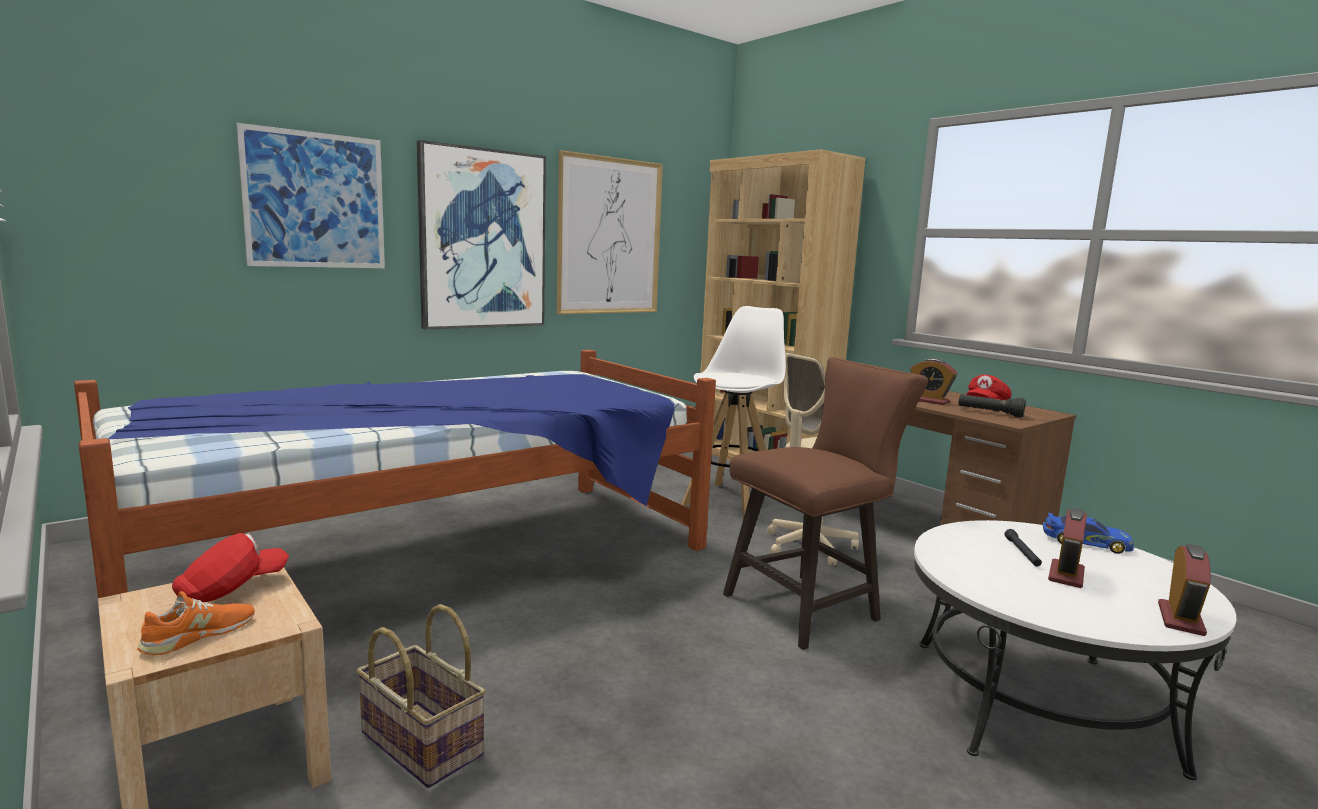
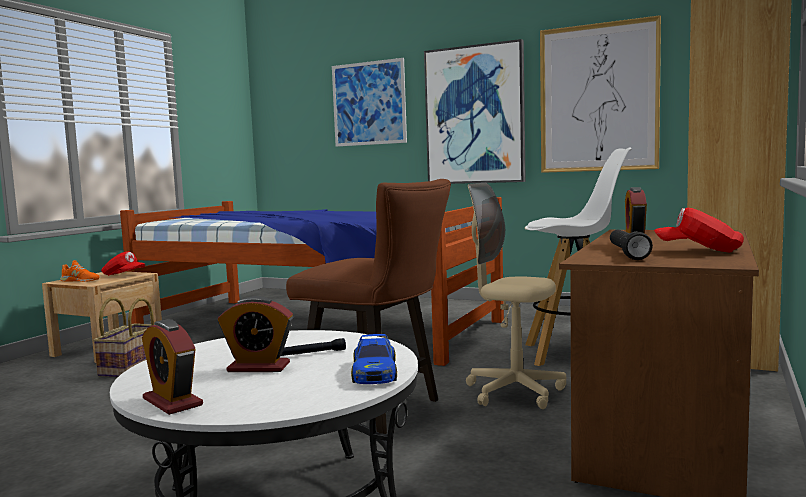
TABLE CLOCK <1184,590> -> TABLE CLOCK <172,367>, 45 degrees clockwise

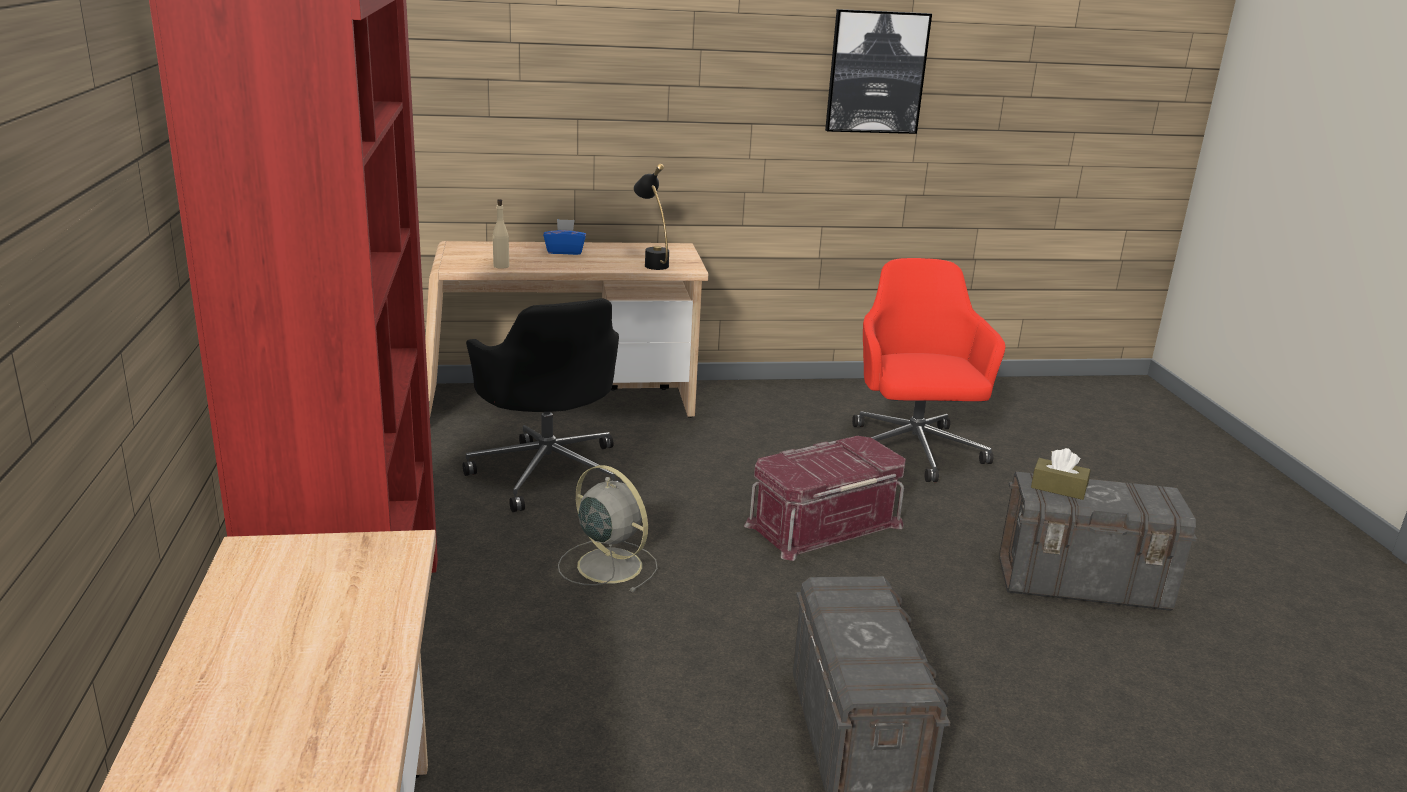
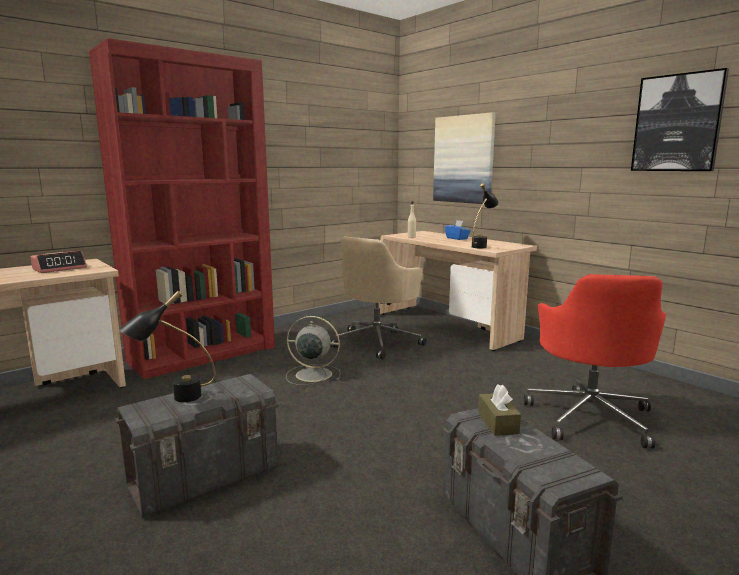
BLACKISH DESK CHAIR <543,405> -> SAND-COLOURED DESK CHAIR <378,298>
GREYISH FAN <608,528> -> GREYISH FAN <313,350>, 90 degrees counterclockwise
RED-COLOURED STORAGE CONTAINER <825,498> -> none
RED-COLOURED DESK CHAIR <929,370> -> RED-COLOURED DESK CHAIR <595,361>, 135 degrees clockwise
none -> TABLE CLOCK <59,262>
none -> BLACKISH LAMP FOR A TABLE <167,346>
none -> WALL ART <464,158>

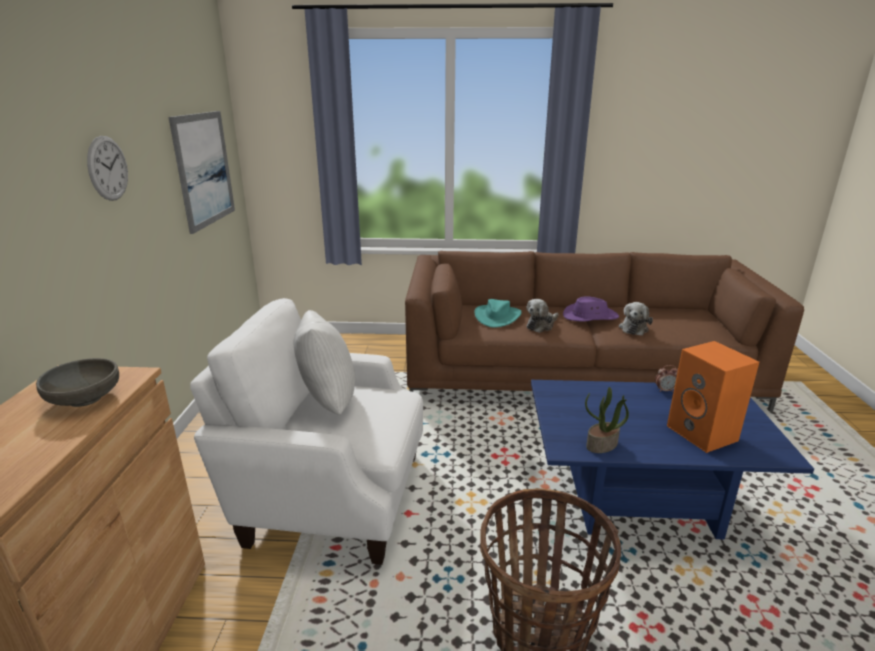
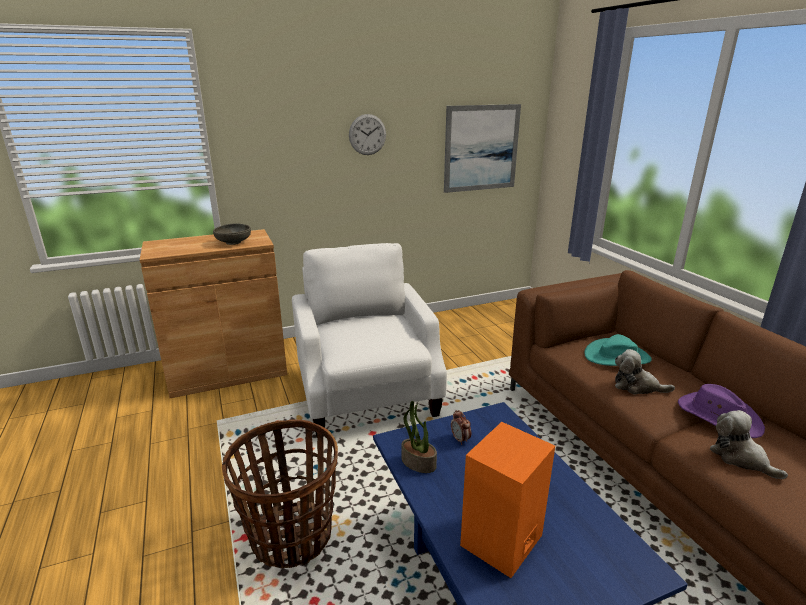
WHITISH CUSHION <324,362> -> none
PLUSH TOY <636,319> -> PLUSH TOY <749,445>, 60 degrees clockwise
TABLE CLOCK <666,378> -> TABLE CLOCK <461,427>, relocated

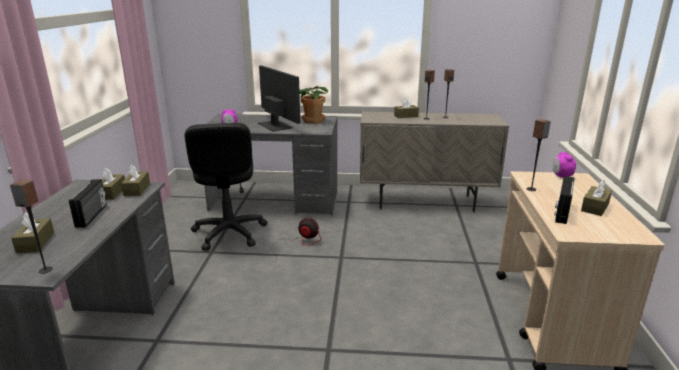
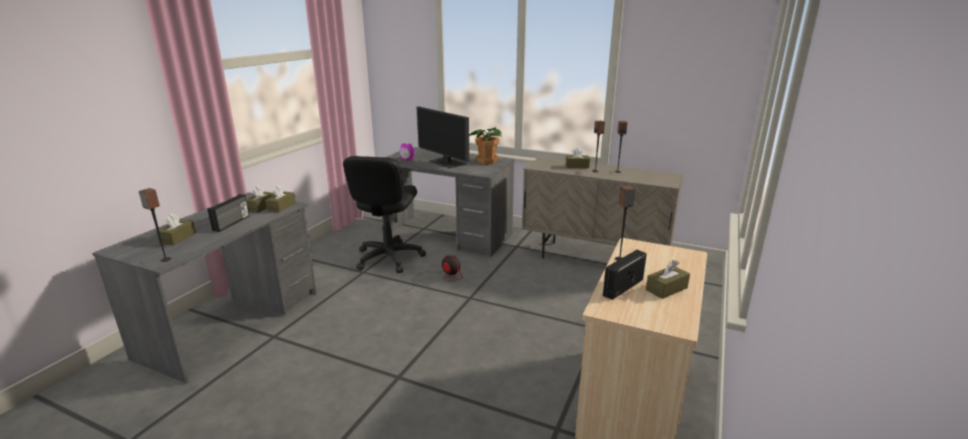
COMPUTER DISPLAY <279,98> -> COMPUTER DISPLAY <443,137>, 150 degrees clockwise
TABLE CLOCK <564,165> -> none

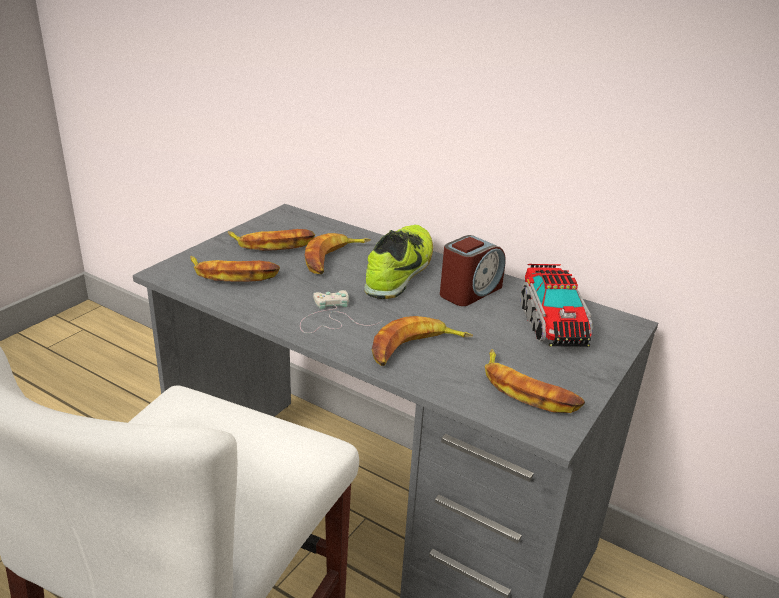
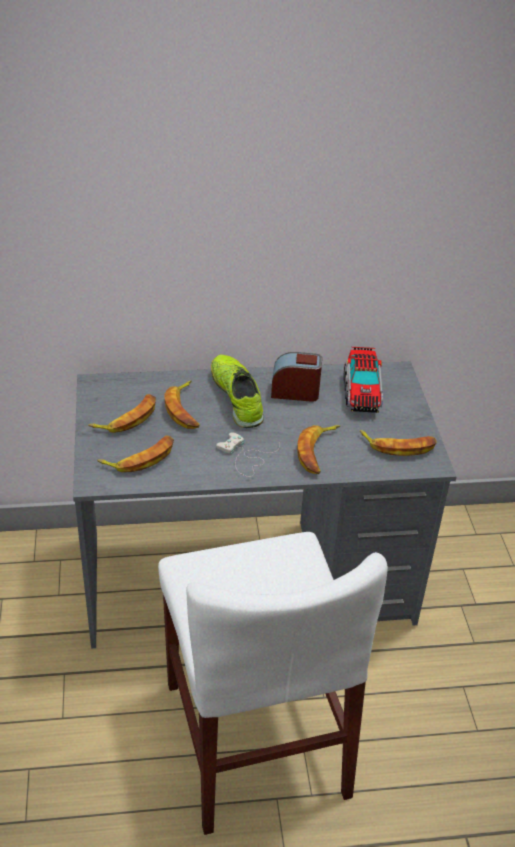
TABLE CLOCK <473,270> -> TABLE CLOCK <296,377>, 90 degrees counterclockwise
MODEL TRUCK <556,305> -> MODEL TRUCK <363,380>, 45 degrees clockwise

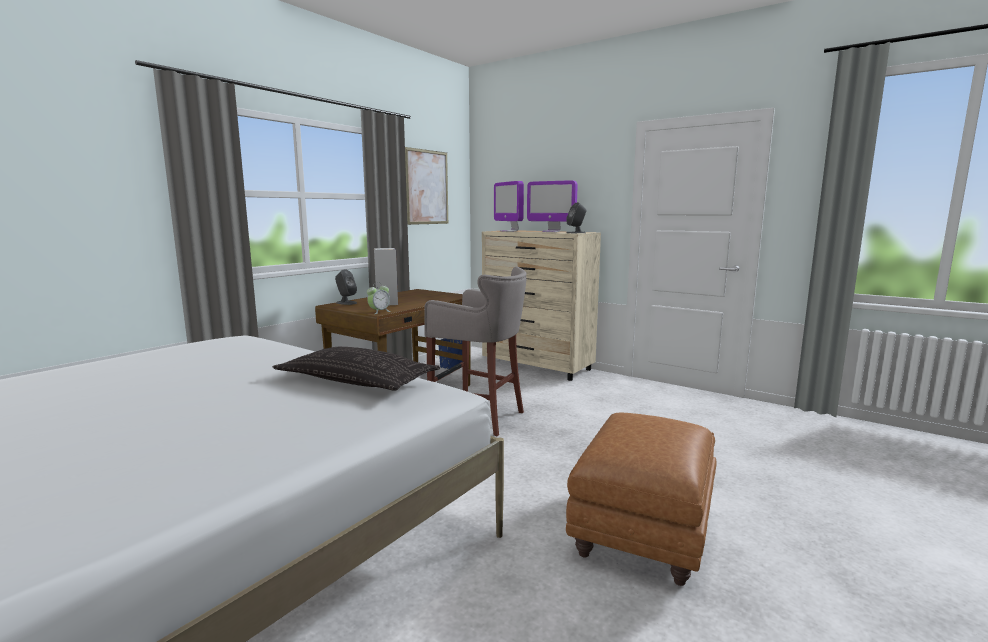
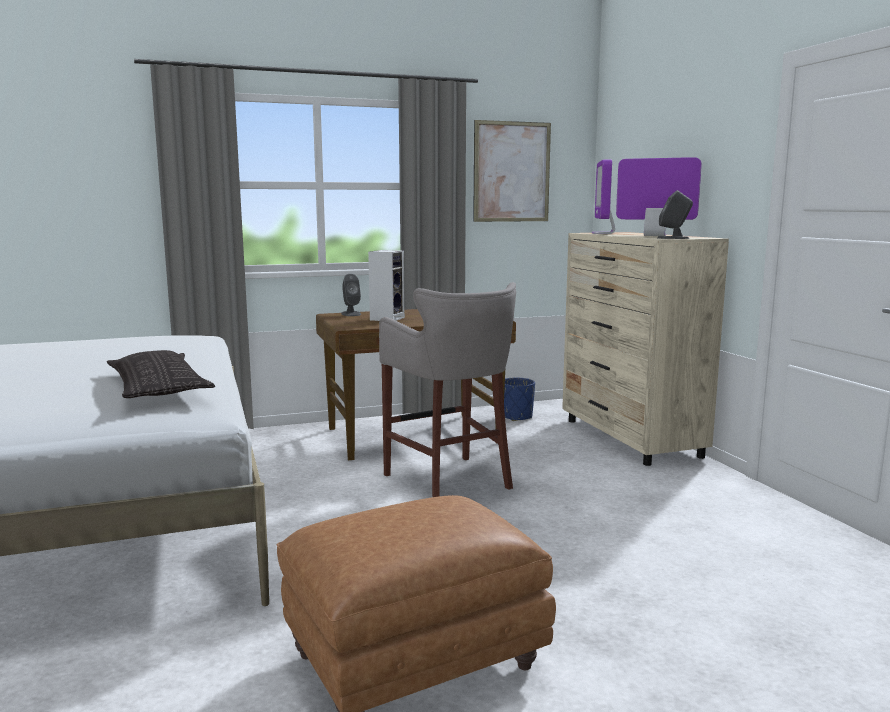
TABLE CLOCK <379,298> -> none
COMPUTER DISPLAY <552,206> -> COMPUTER DISPLAY <659,196>, 135 degrees clockwise

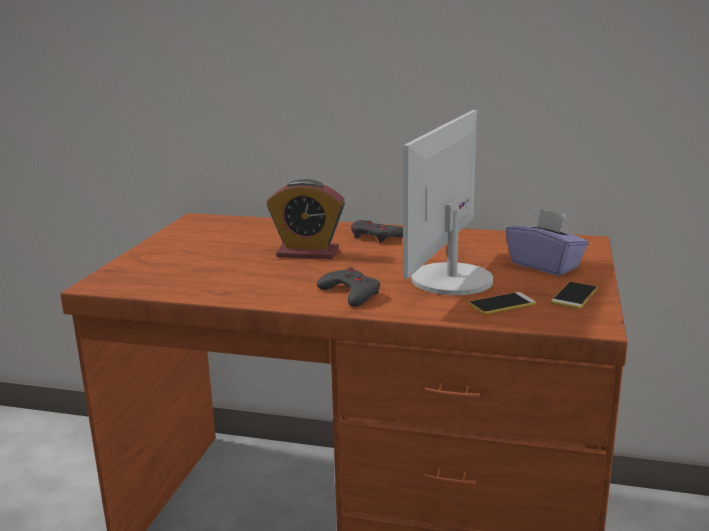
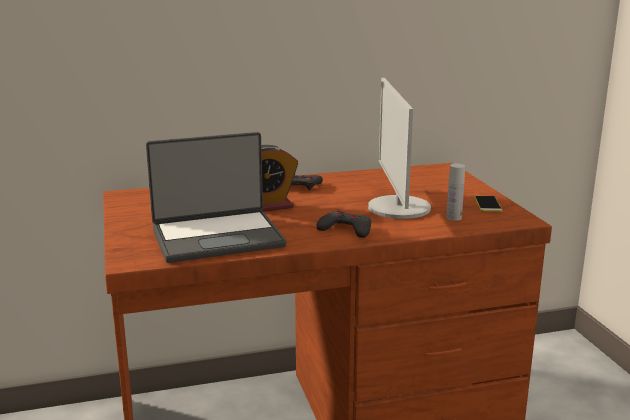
TELEPHONE <502,303> -> WHITISH BEVERAGE BOTTLE <455,192>
PURPLISH TISSUE HOLDER <547,242> -> none
none -> PORTABLE COMPUTER <216,197>

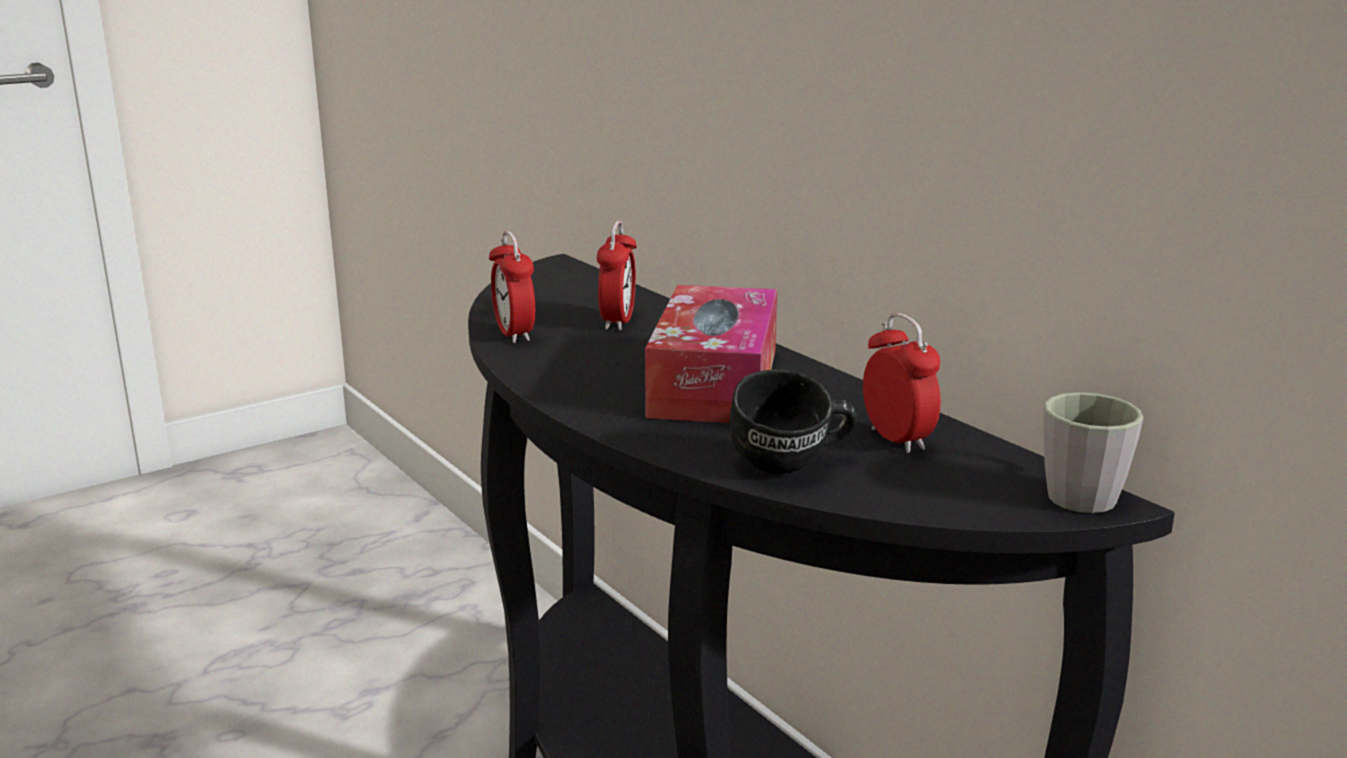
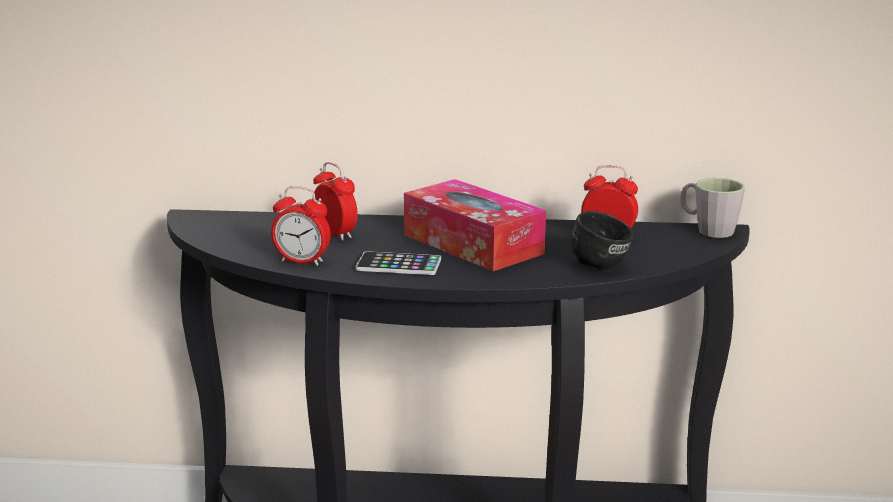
none -> TELEPHONE <398,263>

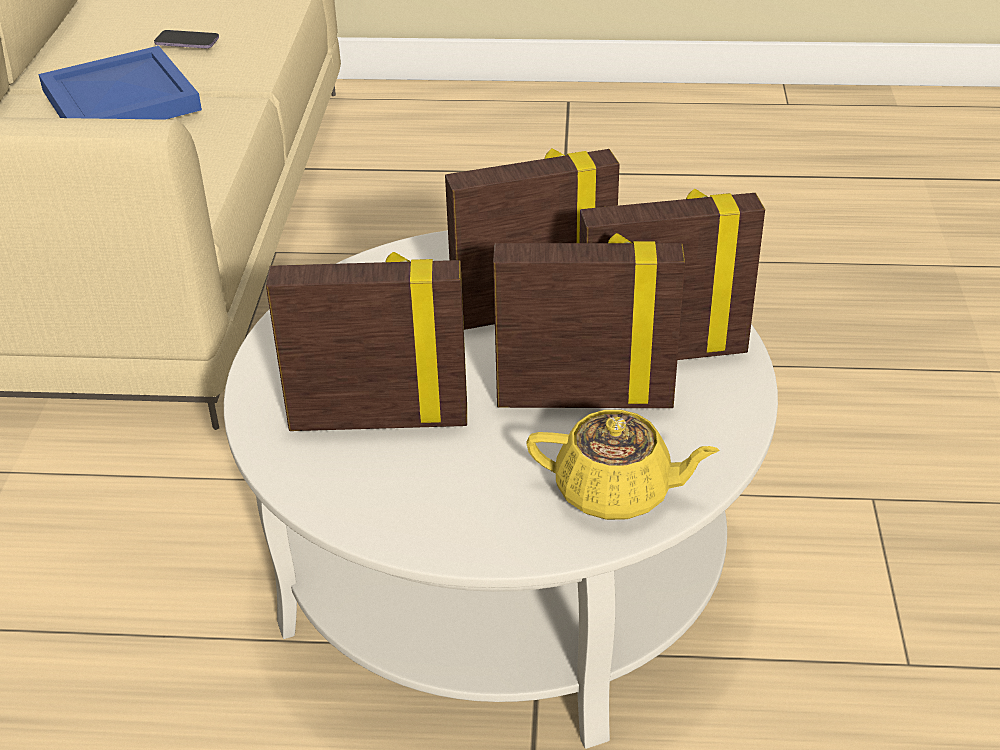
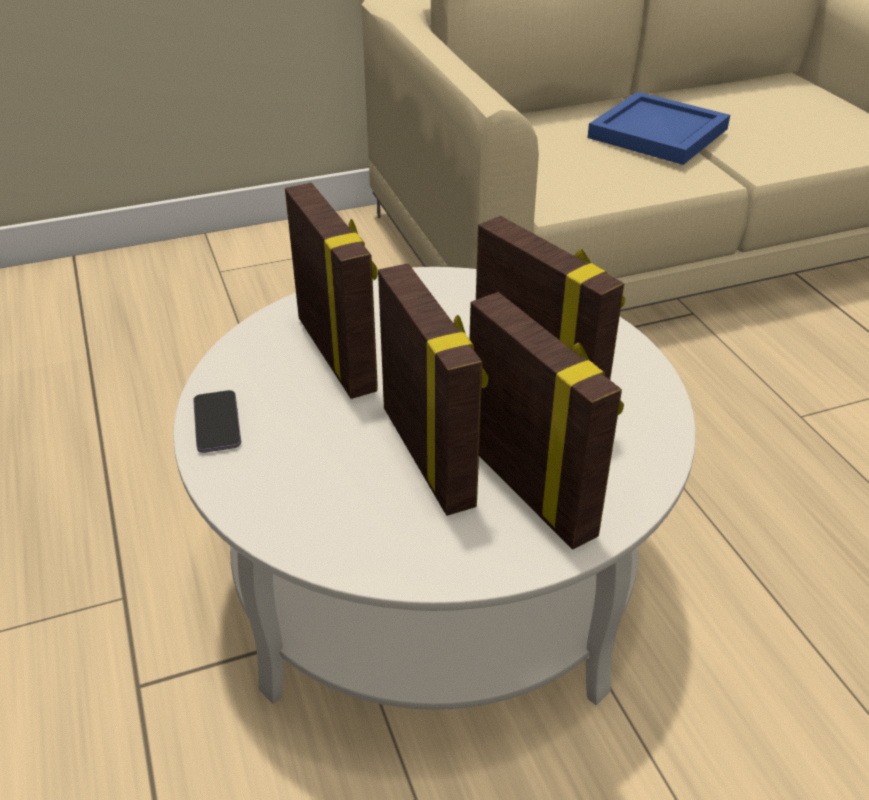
TELEPHONE <186,39> -> TELEPHONE <217,421>, relocated
YELLOW-COLOURED TEAPOT <622,465> -> none

